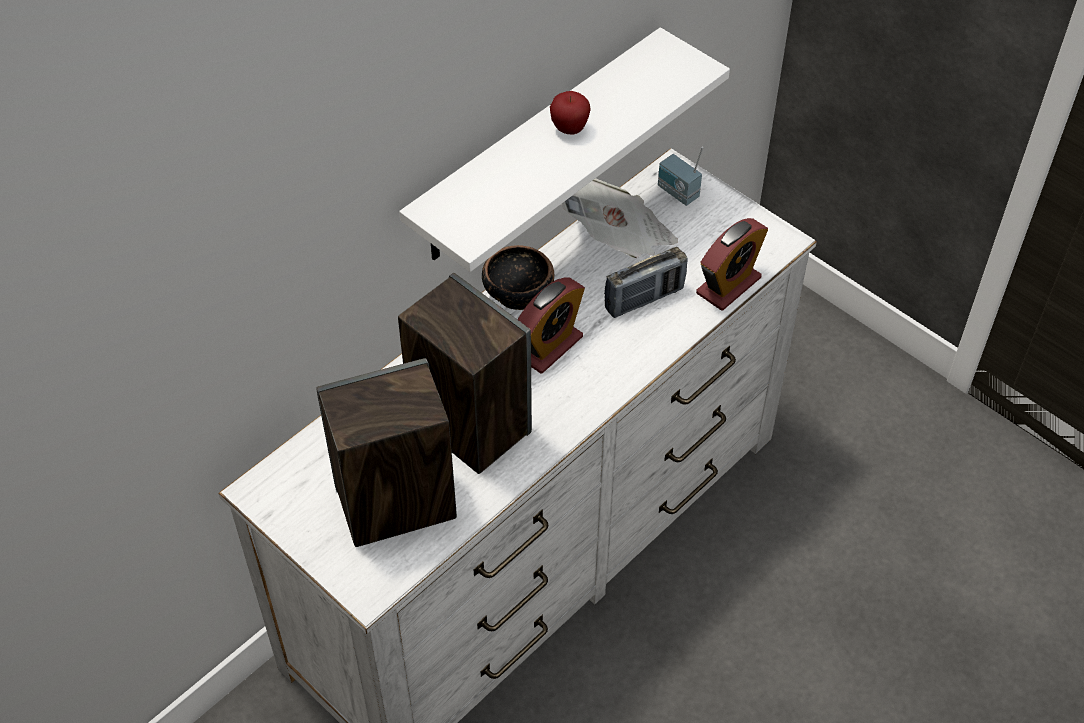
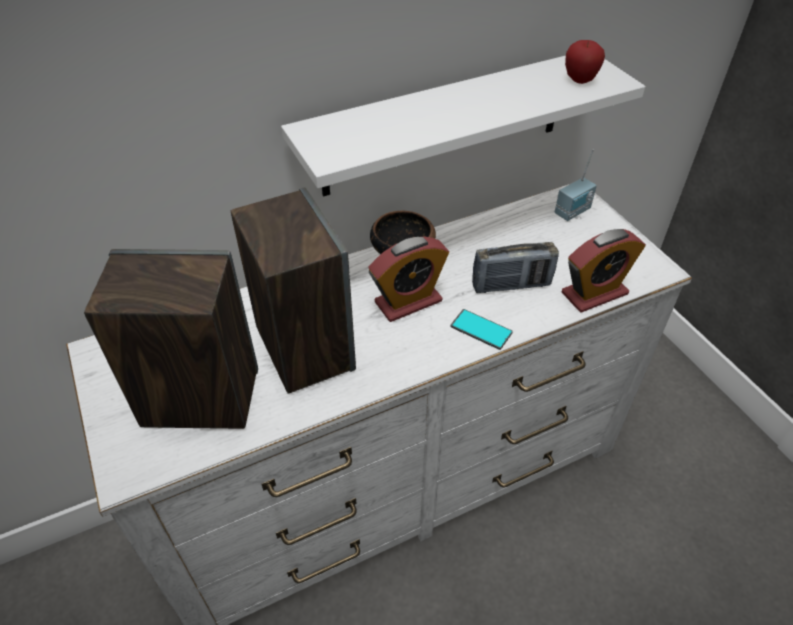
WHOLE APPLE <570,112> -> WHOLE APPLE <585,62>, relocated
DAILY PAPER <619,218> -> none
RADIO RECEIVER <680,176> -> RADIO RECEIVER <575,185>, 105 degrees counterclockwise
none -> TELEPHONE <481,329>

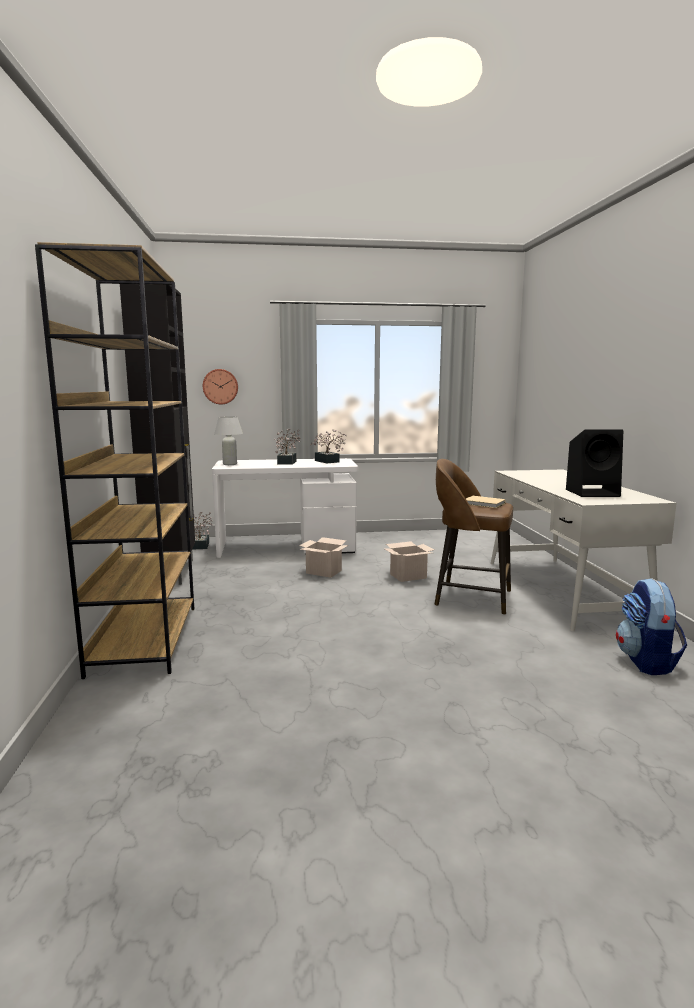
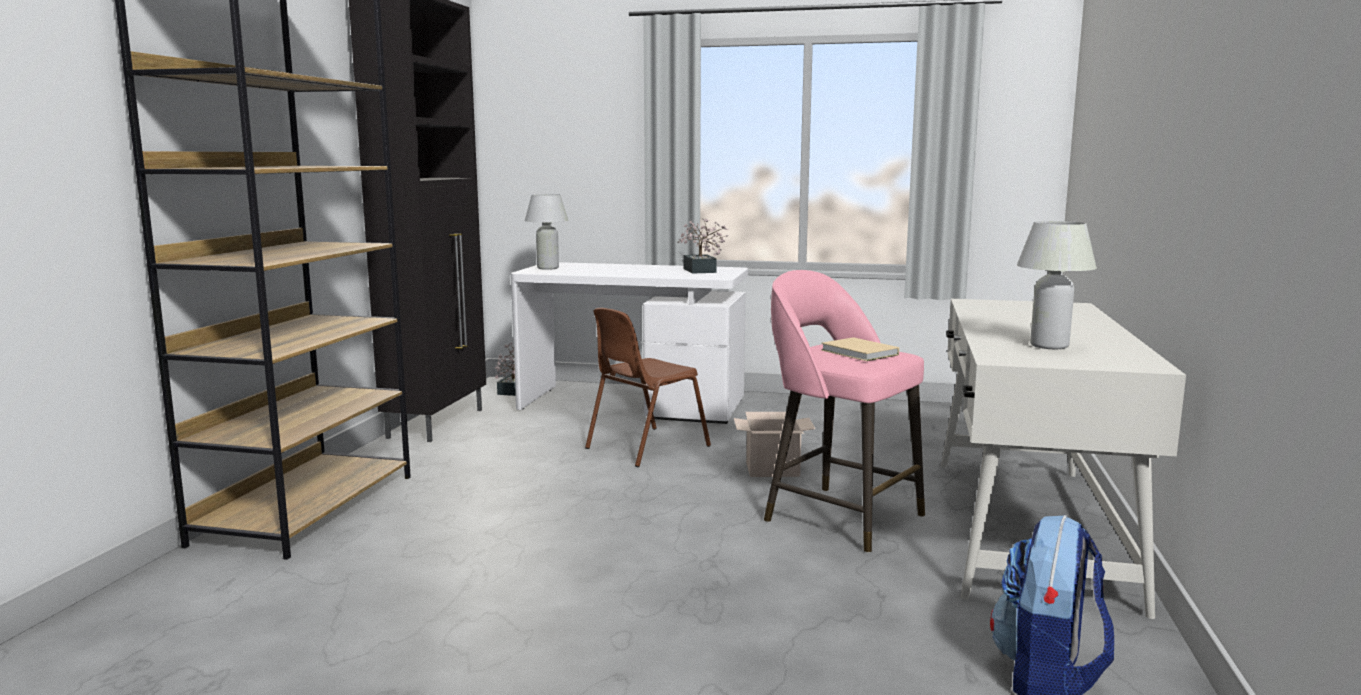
WALL CLOCK <220,386> -> none
PLANT IN A POT <287,446> -> none
CARDBOARD BOX <324,557> -> BROWNISH PLAIN CHAIR <648,387>
BROWNISH STOOL SEAT <473,537> -> PINK-COLOURED STOOL SEAT <844,411>
BLACKISH SPEAKER <594,463> -> WHITISH LAMP FOR A TABLE <1057,285>

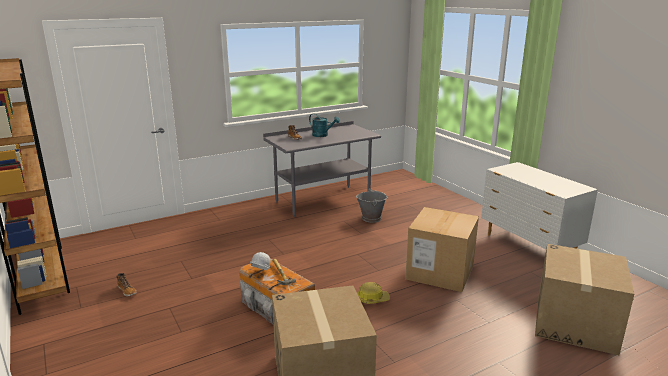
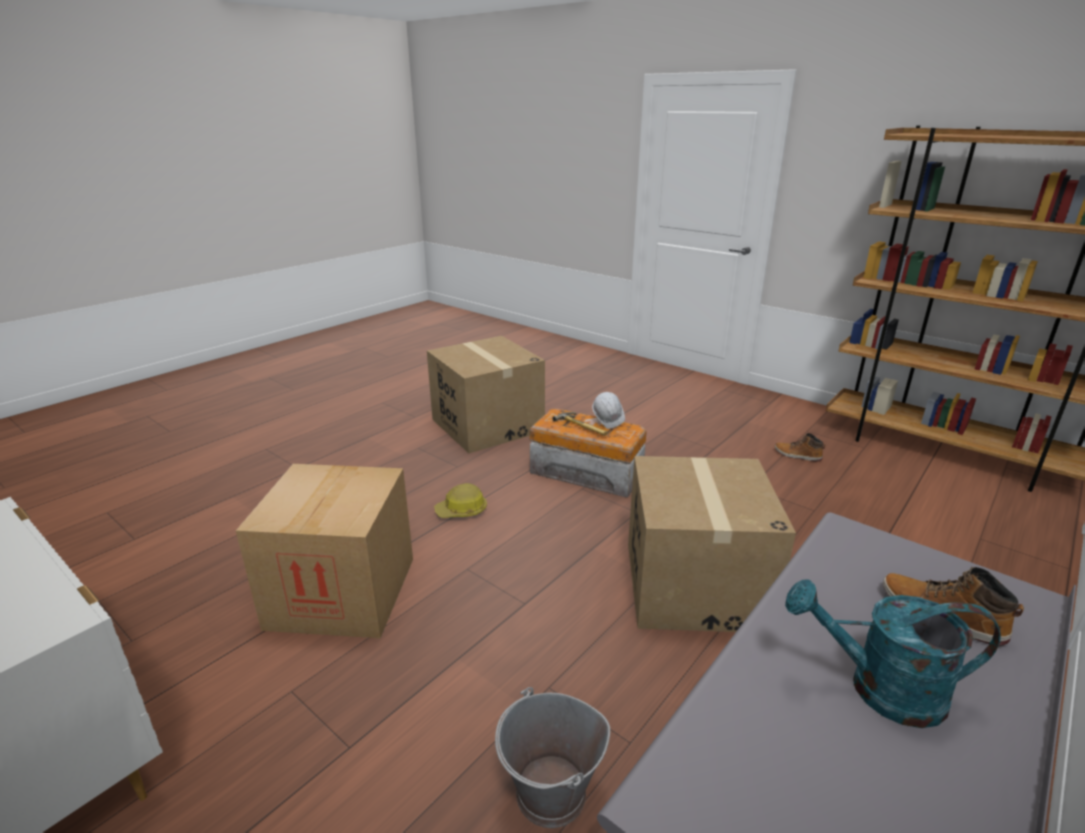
CARDBOARD BOX <584,299> -> CARDBOARD BOX <712,544>, relocated

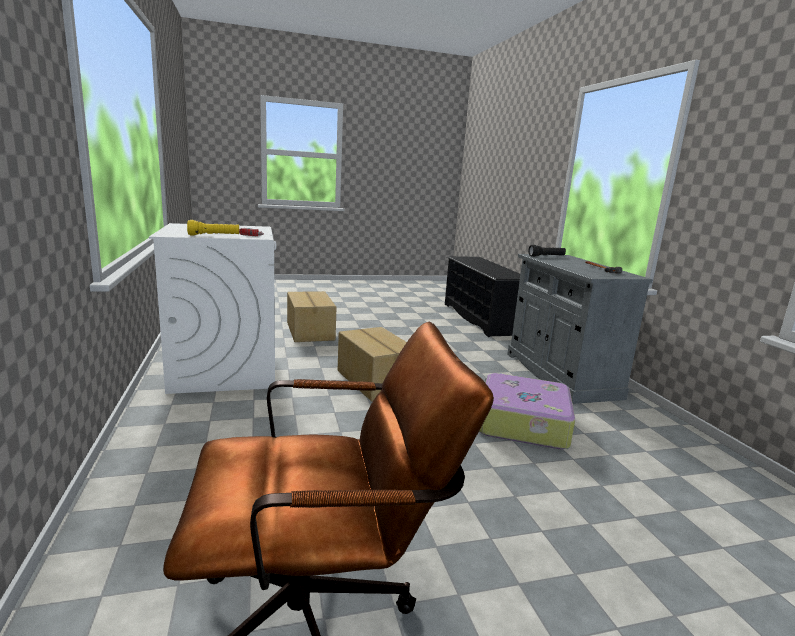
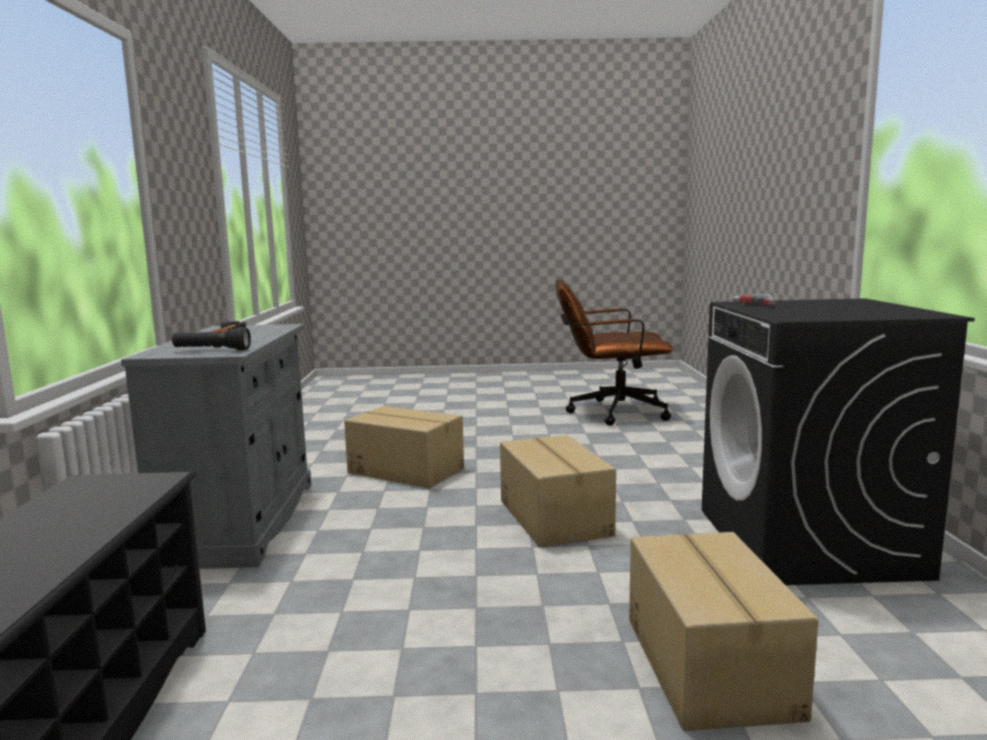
WHITISH LAUNDRY MACHINE <212,308> -> BLACKISH LAUNDRY MACHINE <838,441>
YELLOW-COLOURED HAND TORCH <213,228> -> none
SUITCASE <527,411> -> CARDBOARD BOX <404,447>

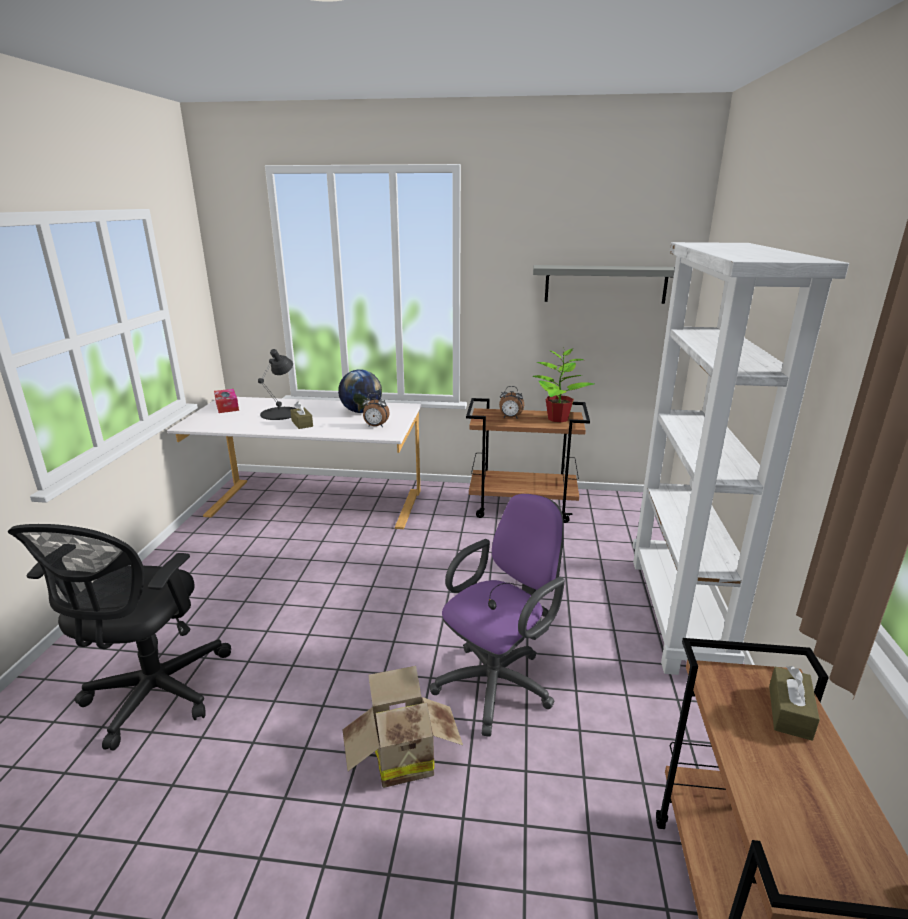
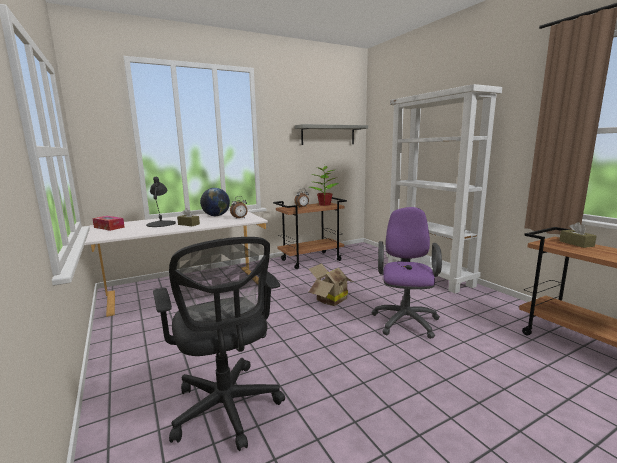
CARDBOARD BOX <402,727> -> CARDBOARD BOX <331,285>, relocated

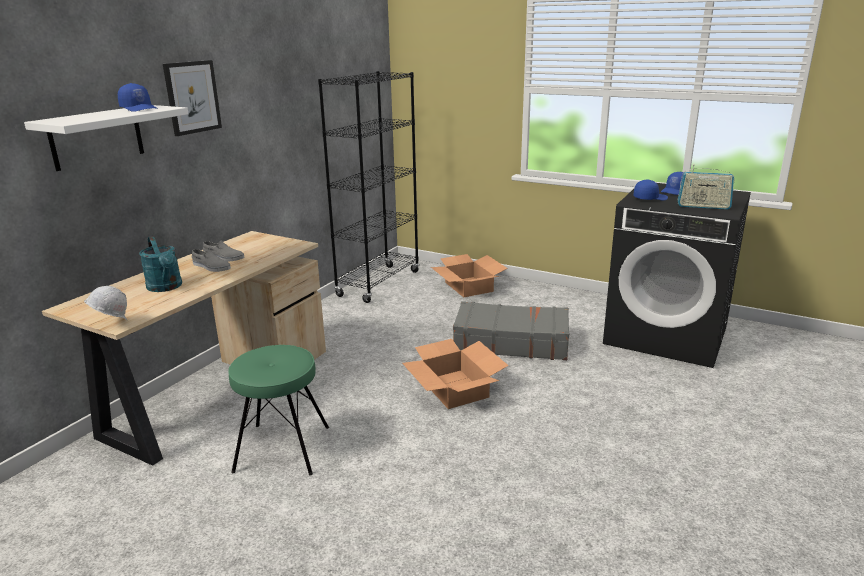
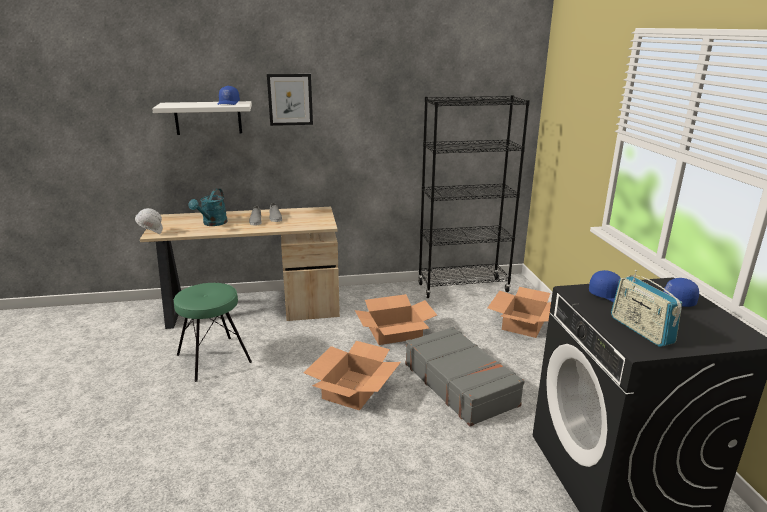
none -> CARDBOARD BOX <396,319>

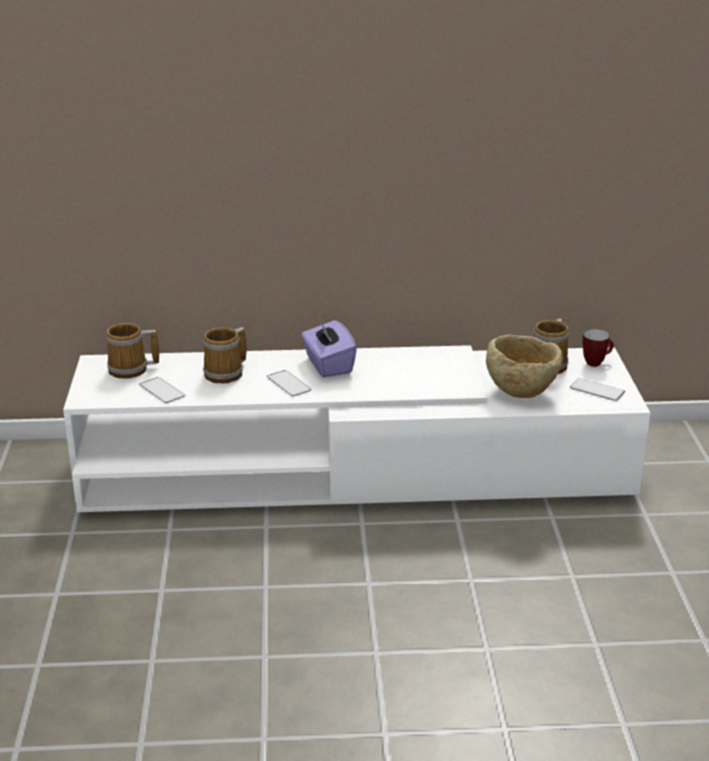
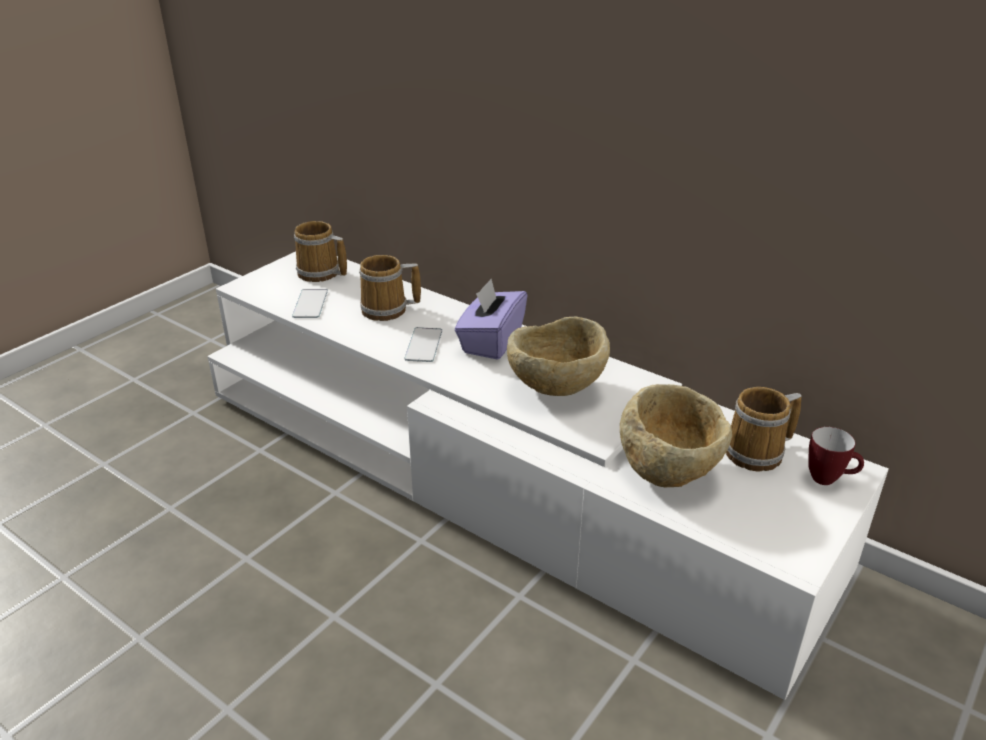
TELEPHONE <597,389> -> none
none -> SAND-COLOURED DEEP DISH <558,356>

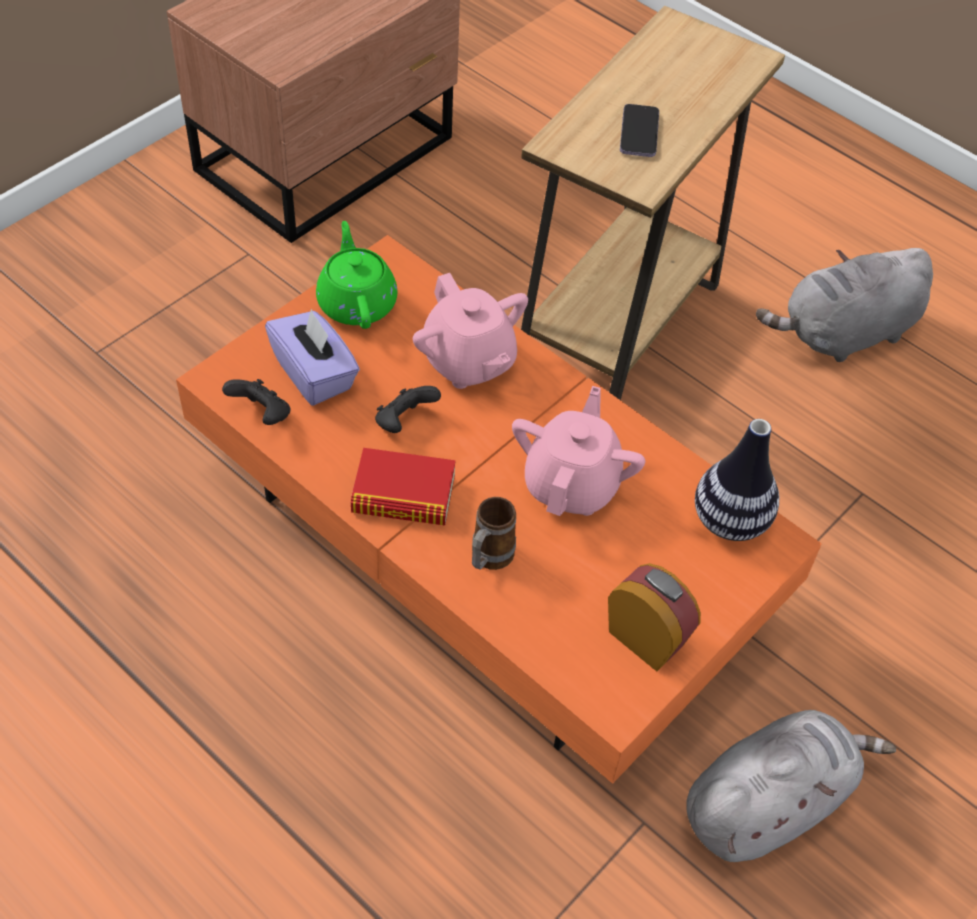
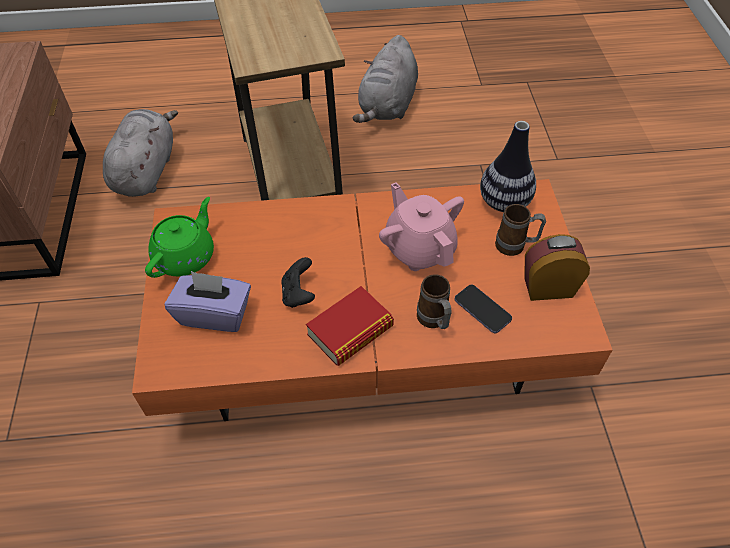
BLACKISH GAME CONTROLLER <256,402> -> none
GREEN-COLOURED TEAPOT <356,275> -> GREEN-COLOURED TEAPOT <179,237>, 90 degrees clockwise
PINK-COLOURED TEAPOT <470,331> -> none
TELEPHONE <639,130> -> TELEPHONE <483,309>, relocated
GREYISH PLUSH TOY <791,786> -> GREYISH PLUSH TOY <140,153>, relocated
none -> COFFEE MUG <520,230>

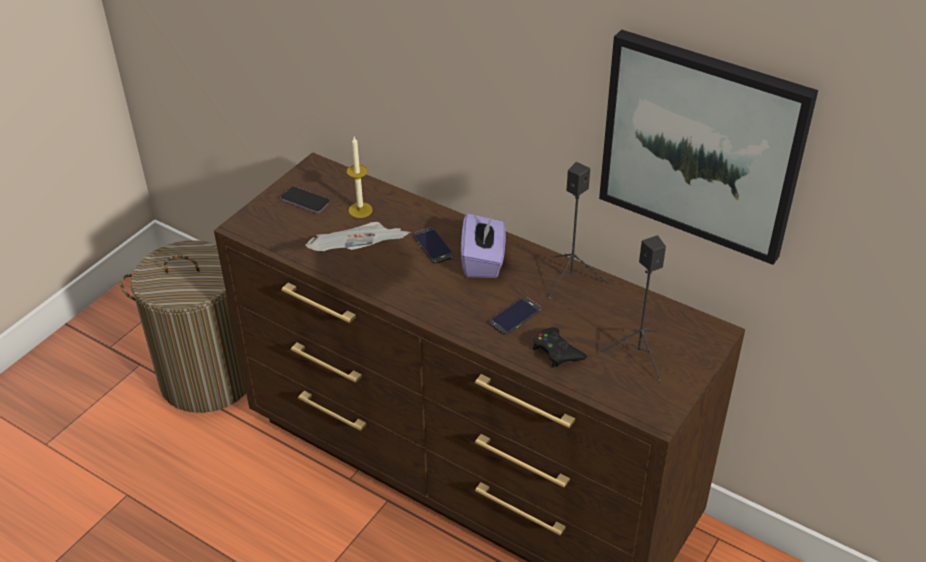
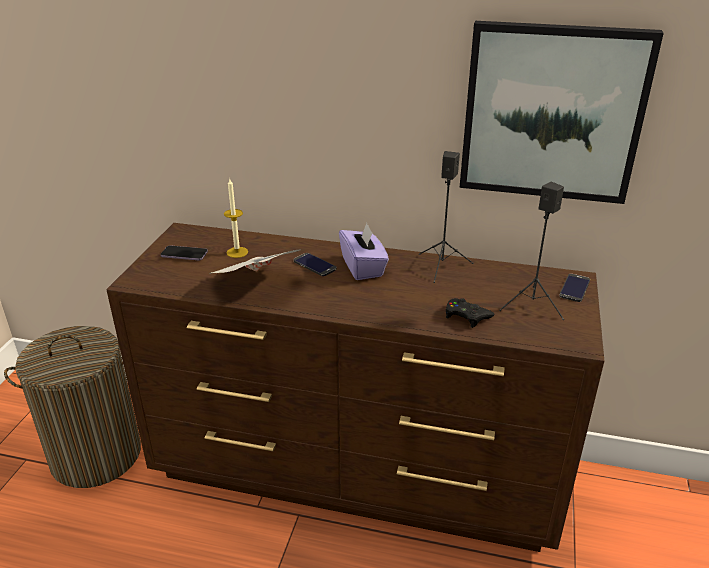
TELEPHONE <515,316> -> TELEPHONE <574,288>, relocated

